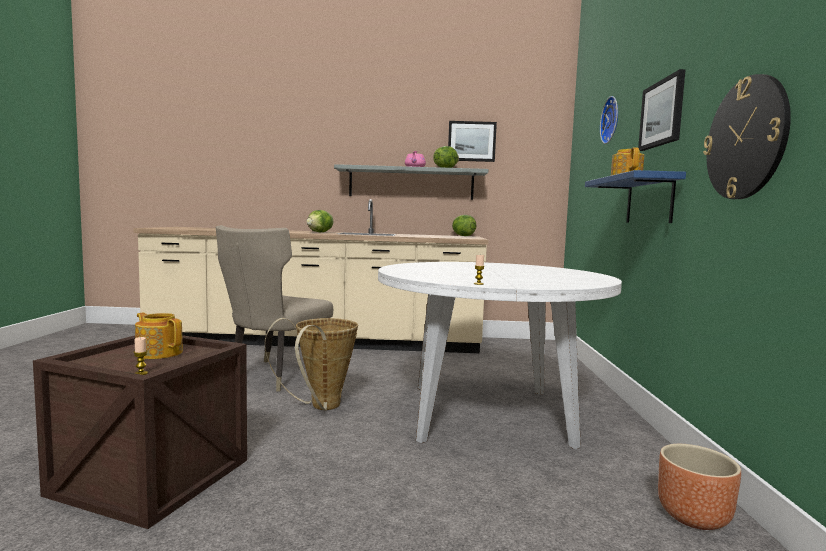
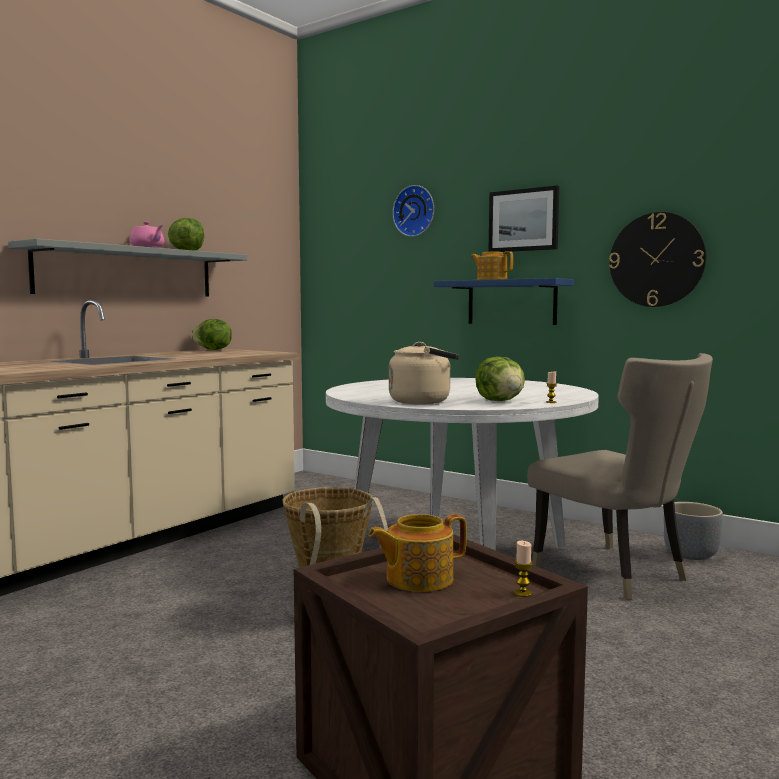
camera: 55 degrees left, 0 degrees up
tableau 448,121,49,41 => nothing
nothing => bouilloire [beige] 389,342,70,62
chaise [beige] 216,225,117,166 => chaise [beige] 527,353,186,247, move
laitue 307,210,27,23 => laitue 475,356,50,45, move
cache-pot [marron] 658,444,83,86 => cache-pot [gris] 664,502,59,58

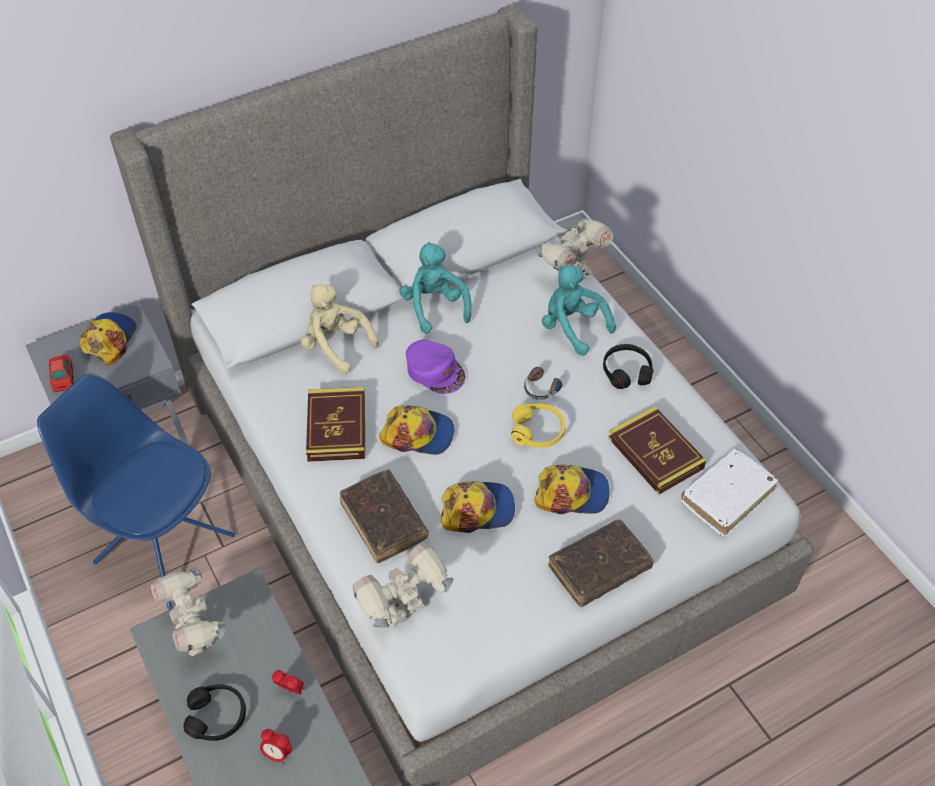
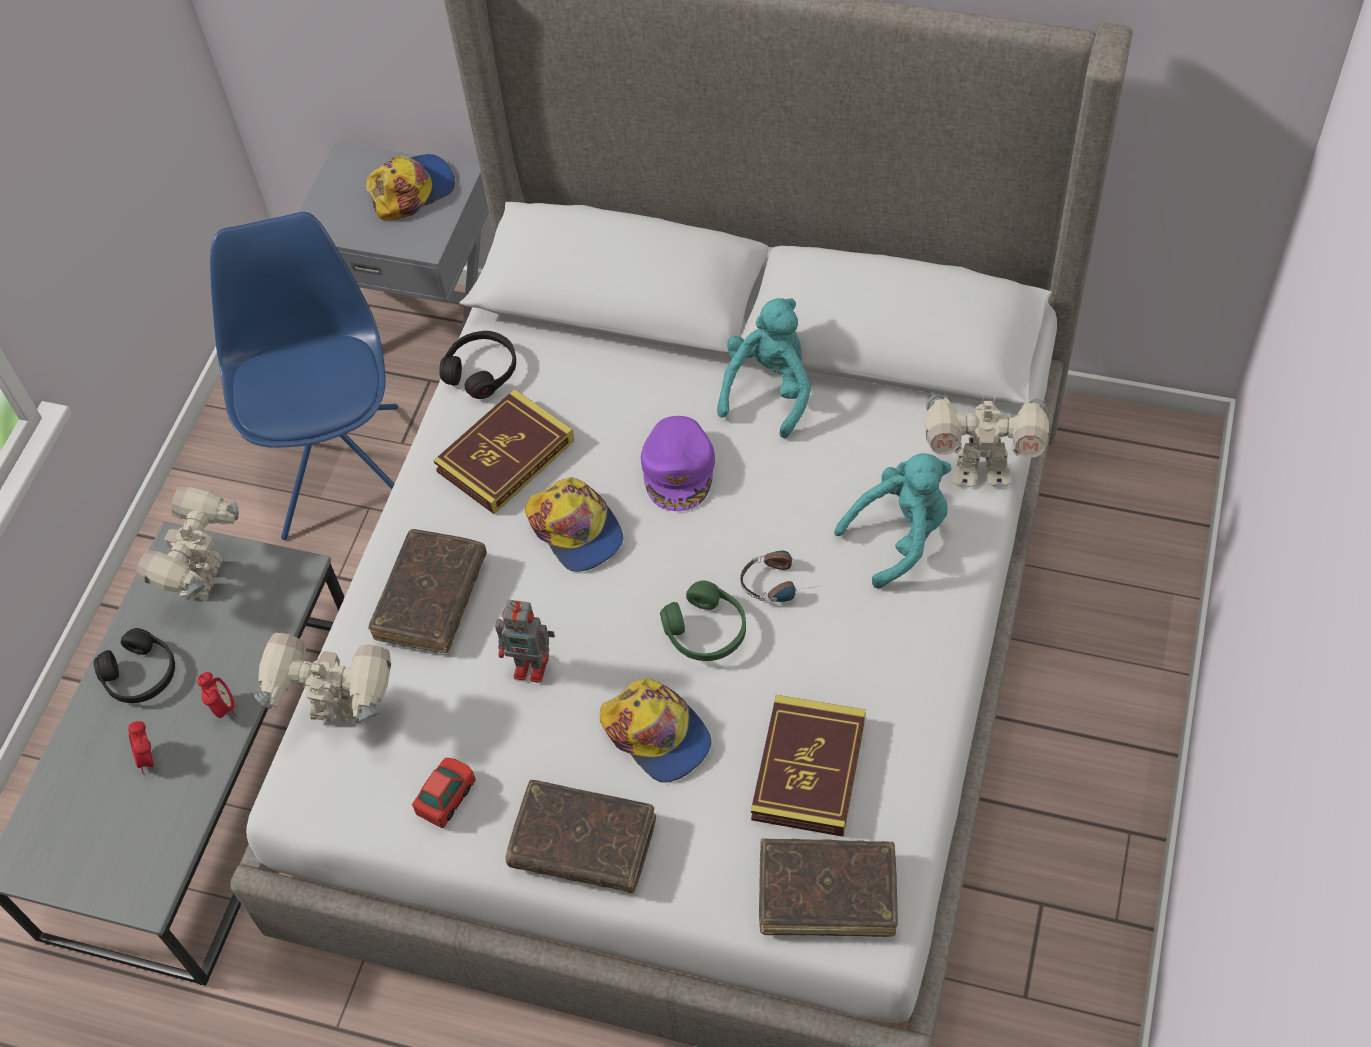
camera: 50 degrees right, 5 degrees up
peluche [beige] 301,284,78,90 => nothing
petite voiture 49,355,25,37 => petite voiture 412,758,64,70, move
casque audio [noir] 603,344,50,45 => casque audio [noir] 439,331,77,68, move
casquette 441,481,74,52 => robot jouet 495,600,60,83
casque audio [jaune] 511,404,55,44 => casque audio [vert] 660,580,86,81
livre [blanc] 681,449,97,87 => livre [marron] 759,838,139,99
peluche [turquoise] 542,265,74,91 => peluche [turquoise] 834,453,118,135, 60 degrees clockwise

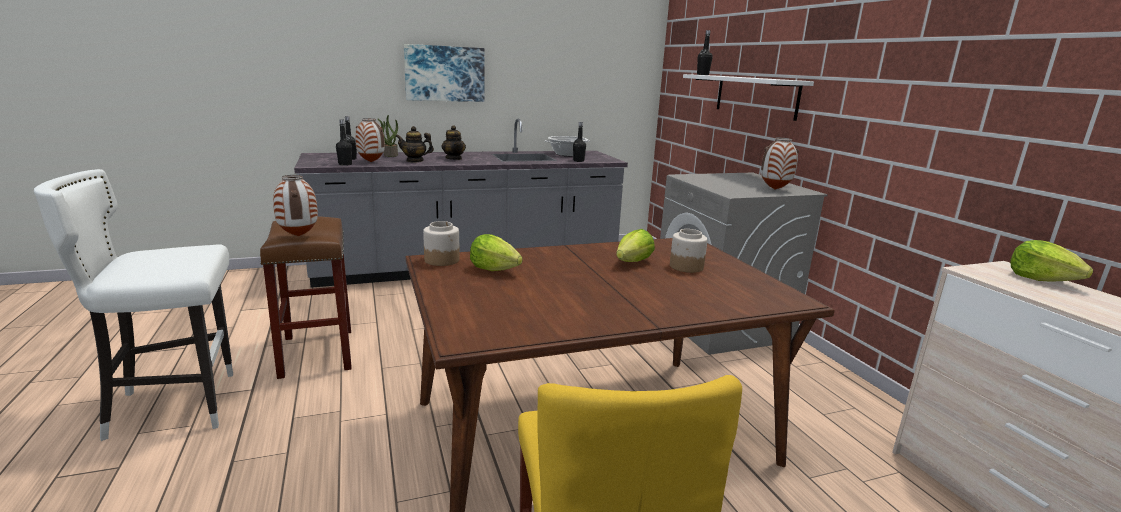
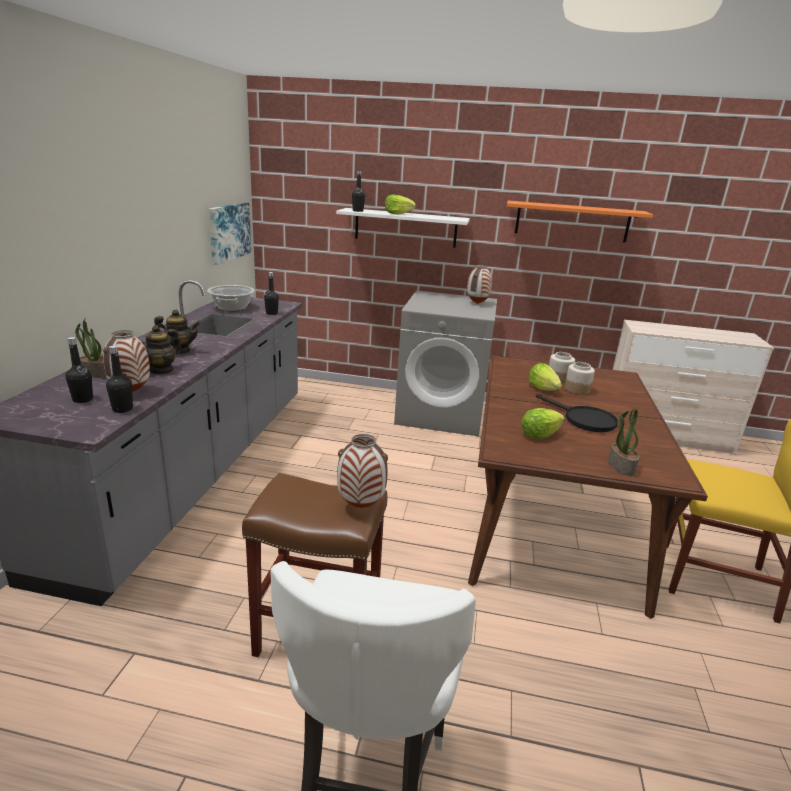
camera: 60 degrees left, 5 degrees up
nothing => étagère [orange] 507,201,146,42
nothing => poêle [noir] 536,393,82,39
nothing => plante en pot 608,407,31,69
tableau 404,44,81,58 => tableau 209,203,42,62, move
bocal 423,221,37,45 => bocal 565,362,30,33, move
laitue 1010,240,83,41 => laitue 385,195,31,19, move

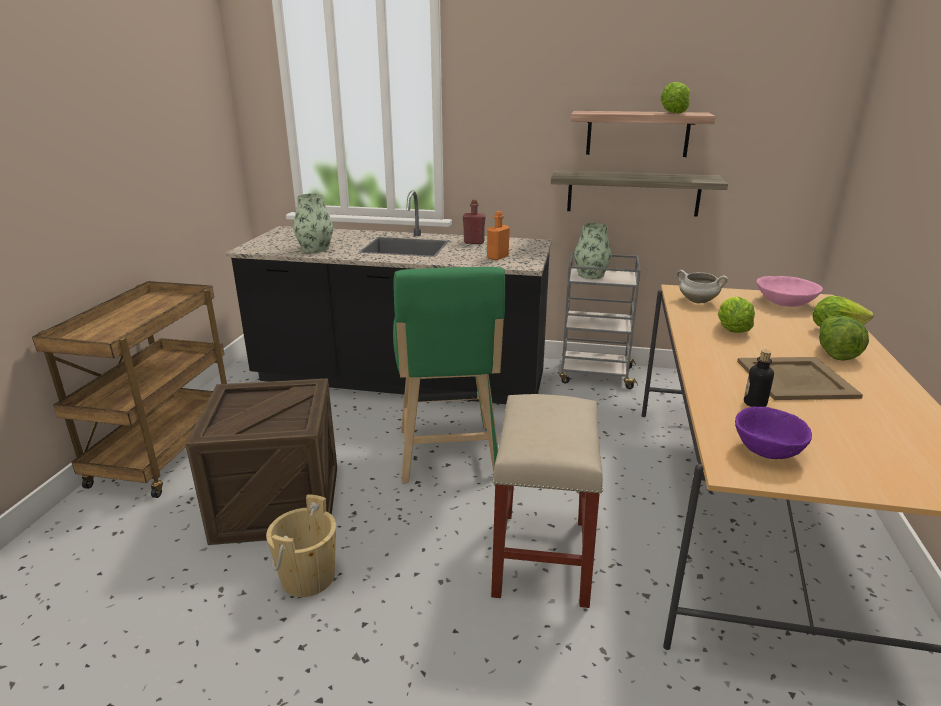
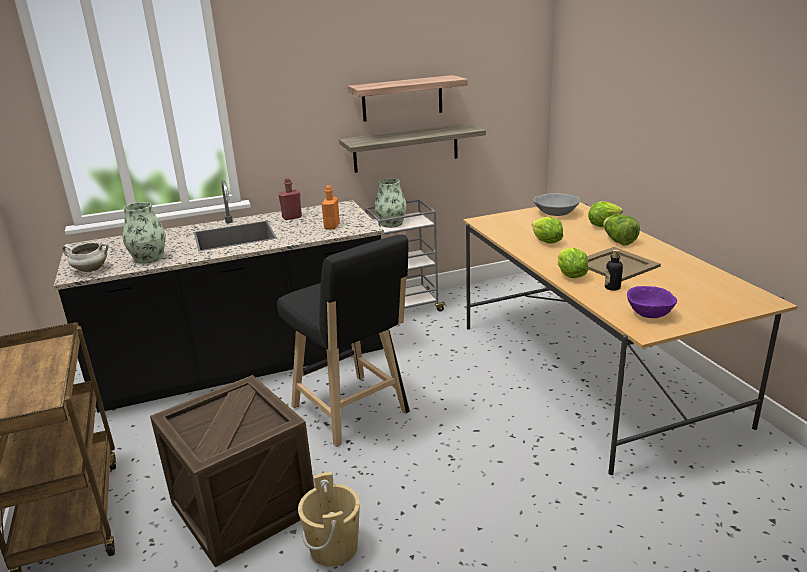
camera: 30 degrees left, 0 degrees up
tabouret [beige] 491,394,112,214 => nothing
laitue 661,82,29,32 => laitue 558,247,30,31, move
marmite [blanc] 676,270,52,34 => marmite [blanc] 62,242,47,30, move
tabouret [vert] 393,267,112,216 => tabouret [noir] 277,235,133,212
bol [rose] 757,276,66,31 => bol [gris] 533,193,47,23

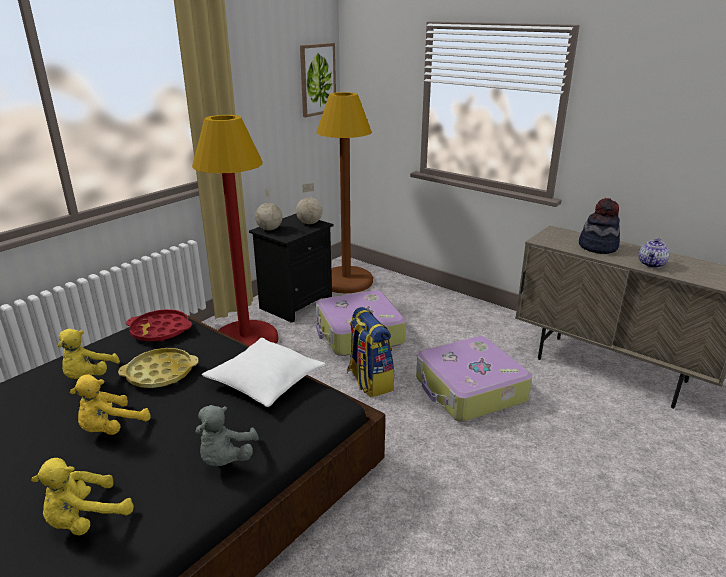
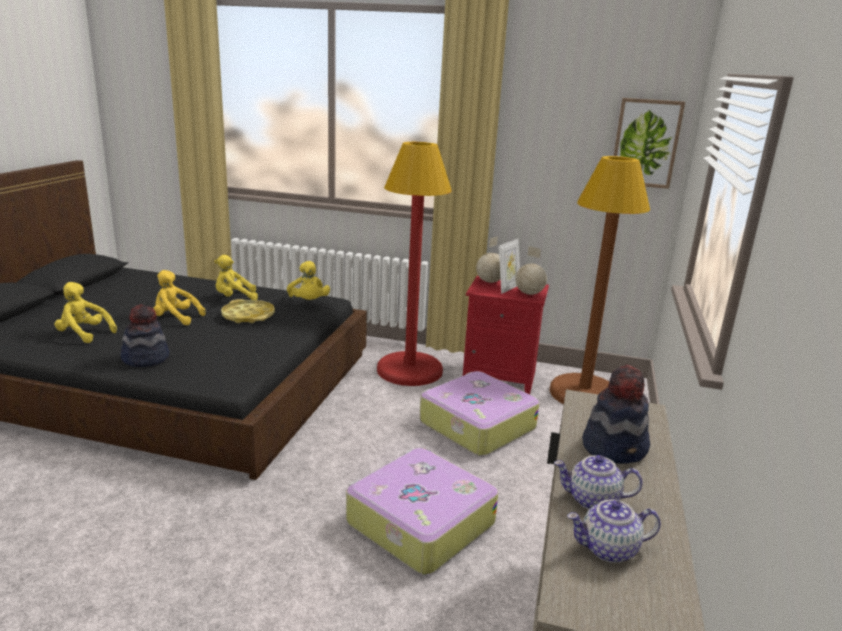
camera: 65 degrees right, 5 degrees down
coussin [blanc] 202,338,124,69 => nothing
sac à dos 347,307,47,90 => nothing
nothing => cadre photo 499,239,21,55
nothing => théière 567,500,94,63
plateau [rouge] 126,309,66,32 => peluche [jaune] 287,261,43,39
peluche [gris] 195,405,64,61 => chapeau 121,304,48,63
table de chevet [noir] 249,214,84,109 => table de chevet [rouge] 463,276,86,118

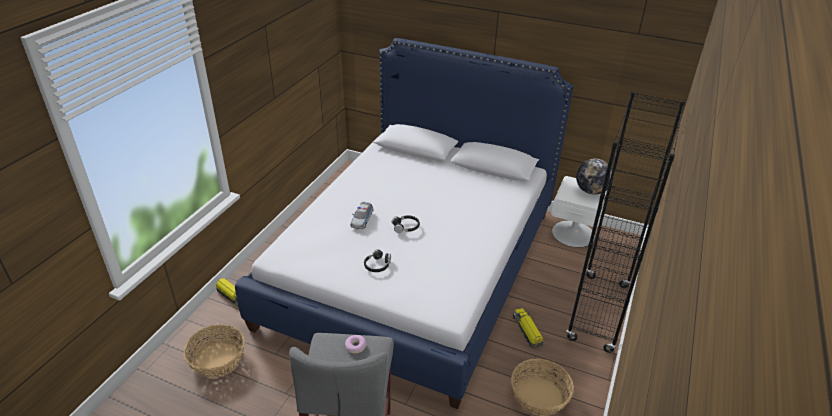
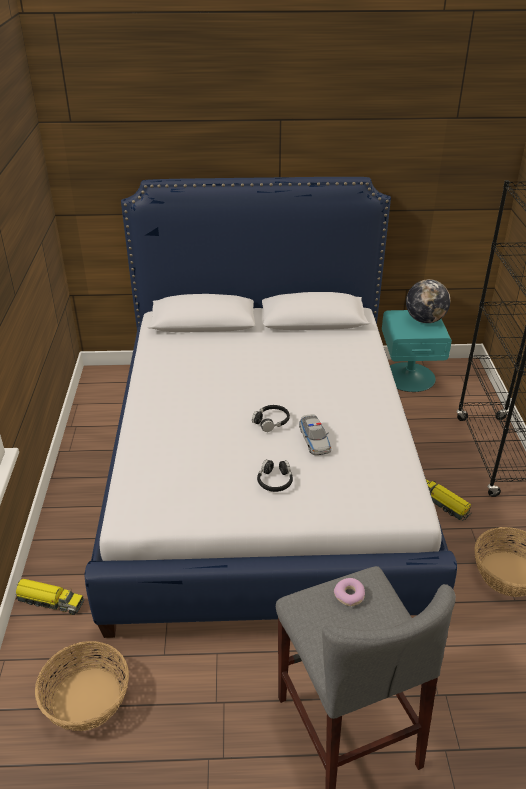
camera: 25 degrees left, 0 degrees up
petite voiture 350,202,23,27 => petite voiture 299,414,32,41, move
table de chevet [blanc] 551,176,56,71 => table de chevet [turquoise] 382,310,70,82

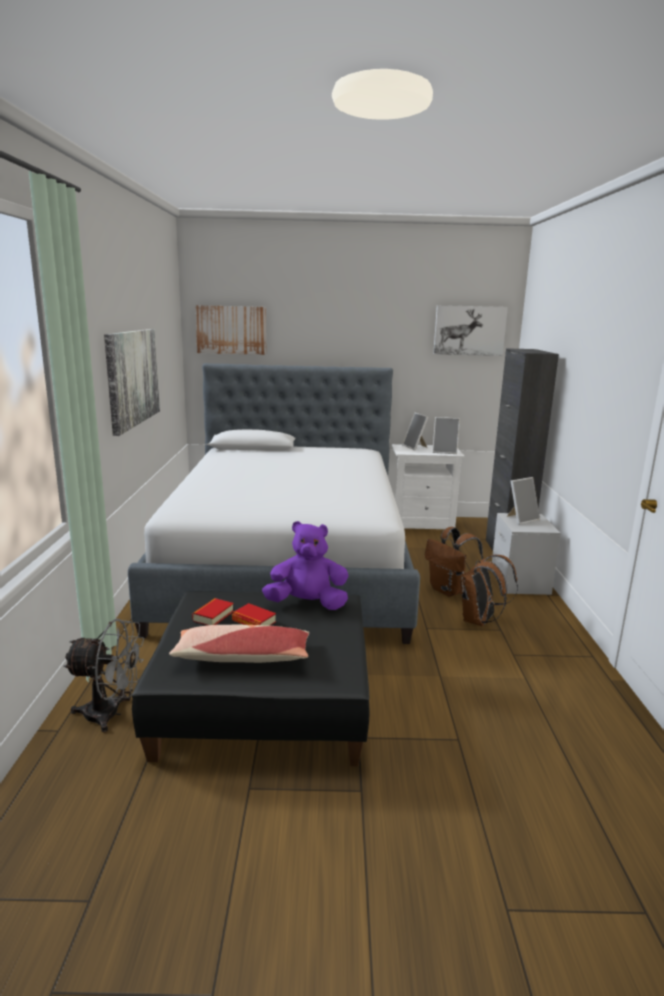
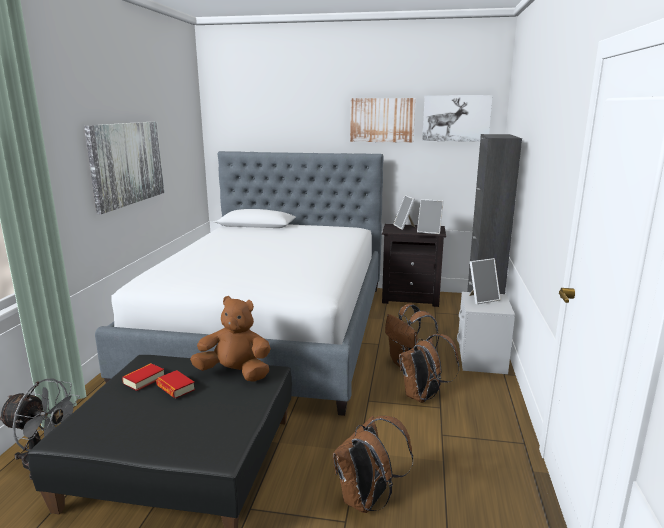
camera: 10 degrees right, 0 degrees up
coussin 169,625,140,38 => nothing
nothing => sac à dos [marron] 333,416,80,97
tableau 195,305,71,50 => tableau 350,98,65,45, move
peluche [violet] 262,521,86,89 => peluche [marron] 190,296,81,86
table de chevet [blanc] 392,444,73,85 => table de chevet [noir] 382,224,64,83

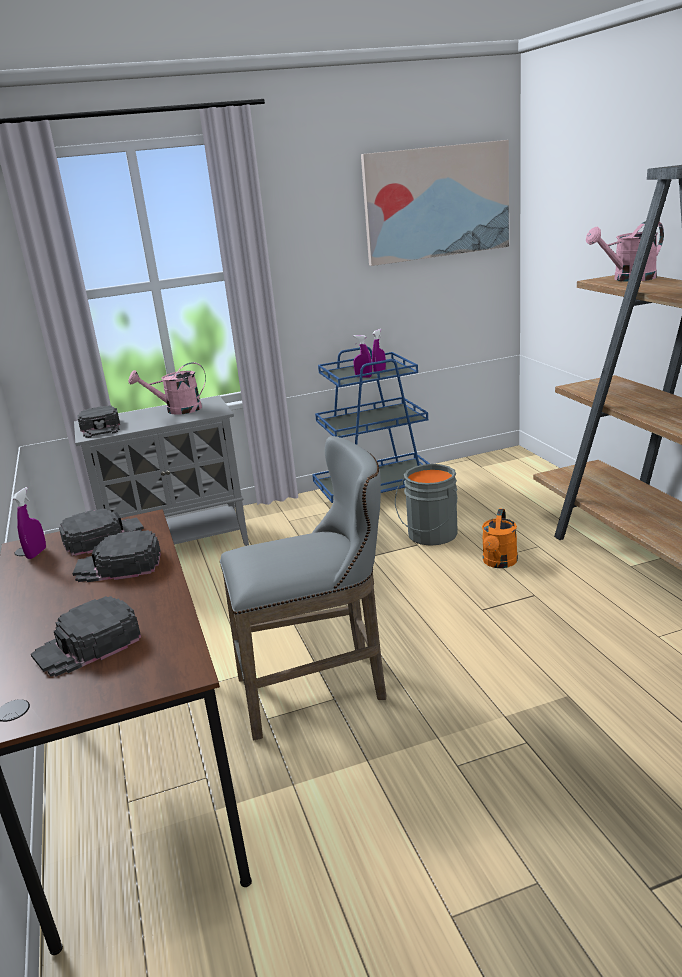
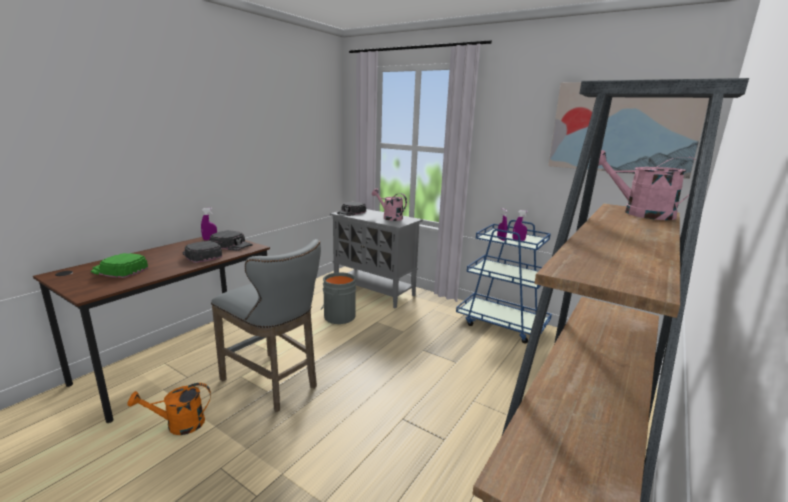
camera: 50 degrees right, 5 degrees down
seau [gris] 395,464,63,82 => seau [gris] 321,272,35,52, move
arrosoir [orange] 482,508,36,60 => arrosoir [orange] 127,383,84,52, move
casquette [noir] 31,596,110,81 => casquette [vert] 91,253,57,25

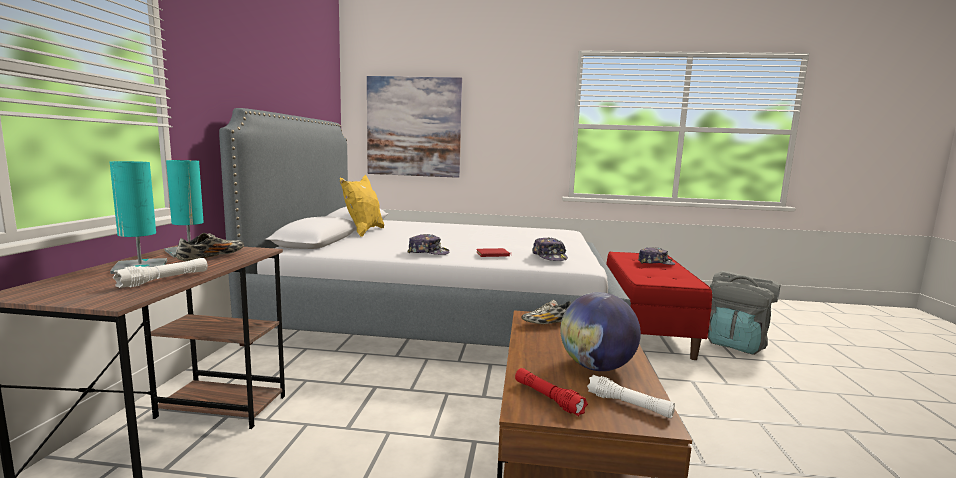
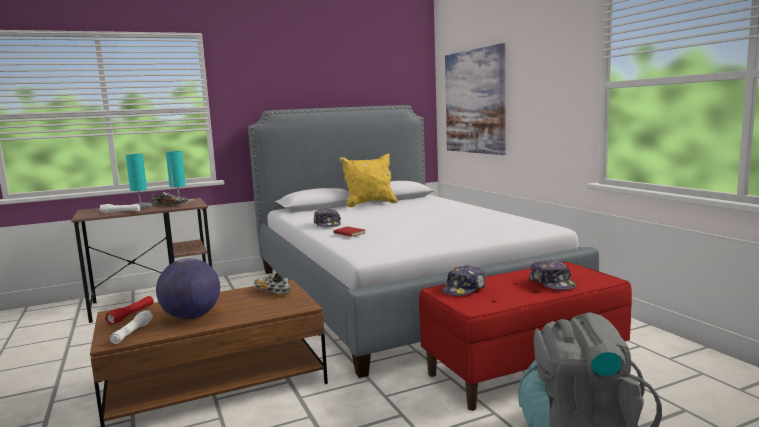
camera: 60 degrees right, 0 degrees up
casquette 532,237,36,24 => casquette 442,265,44,31, move

